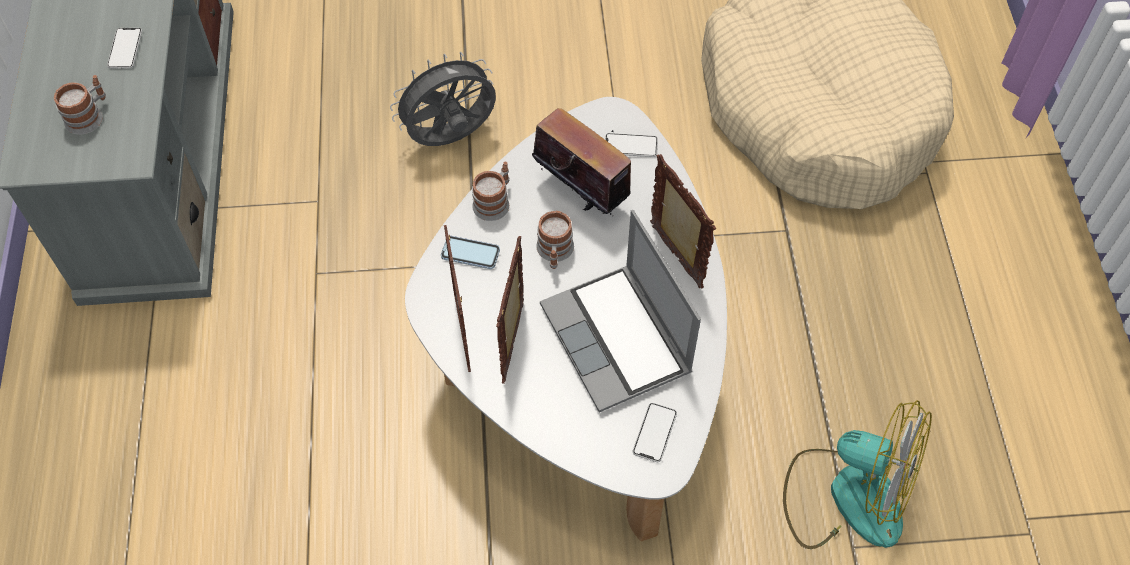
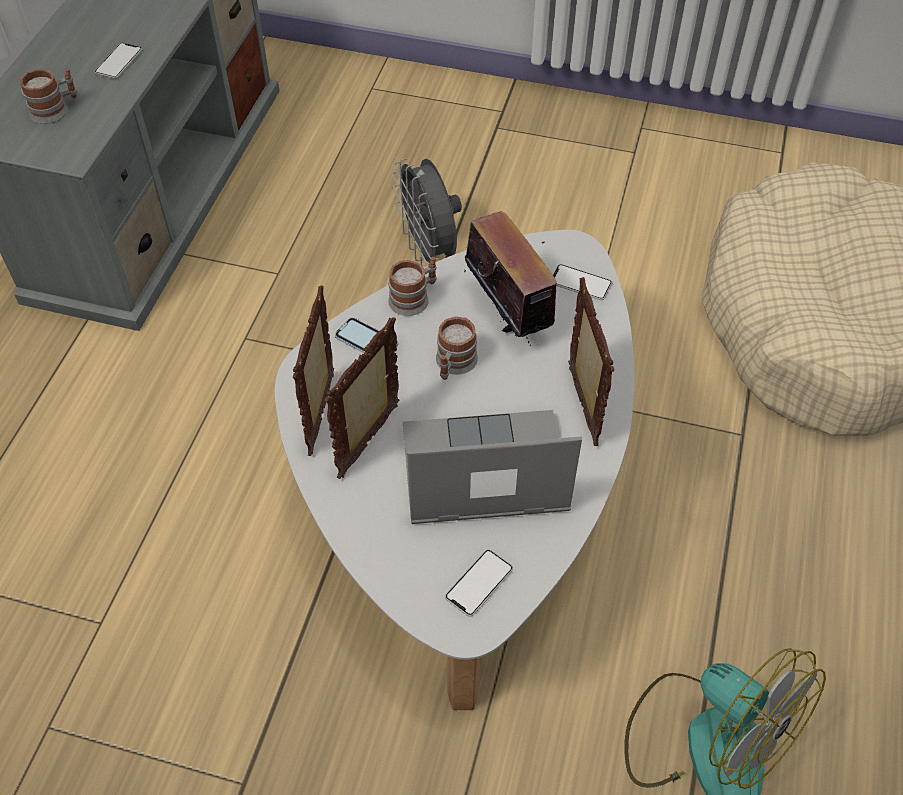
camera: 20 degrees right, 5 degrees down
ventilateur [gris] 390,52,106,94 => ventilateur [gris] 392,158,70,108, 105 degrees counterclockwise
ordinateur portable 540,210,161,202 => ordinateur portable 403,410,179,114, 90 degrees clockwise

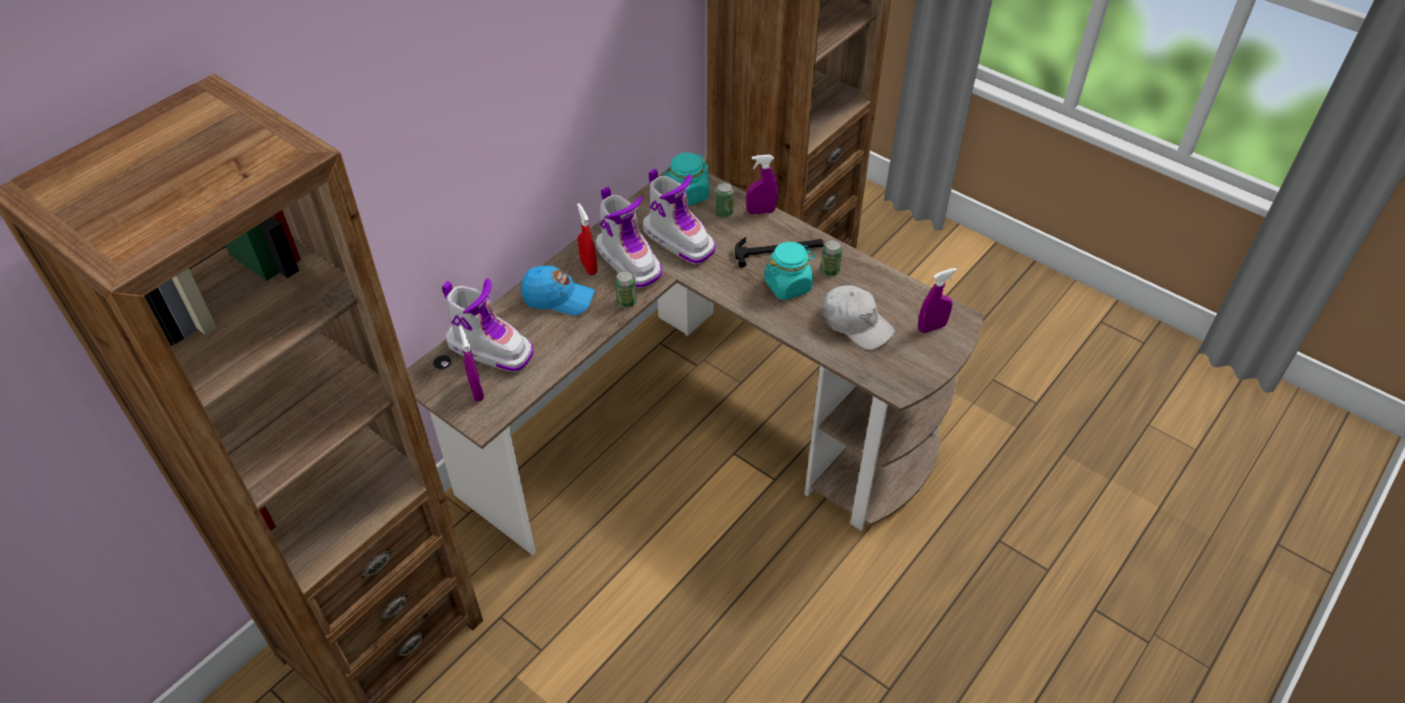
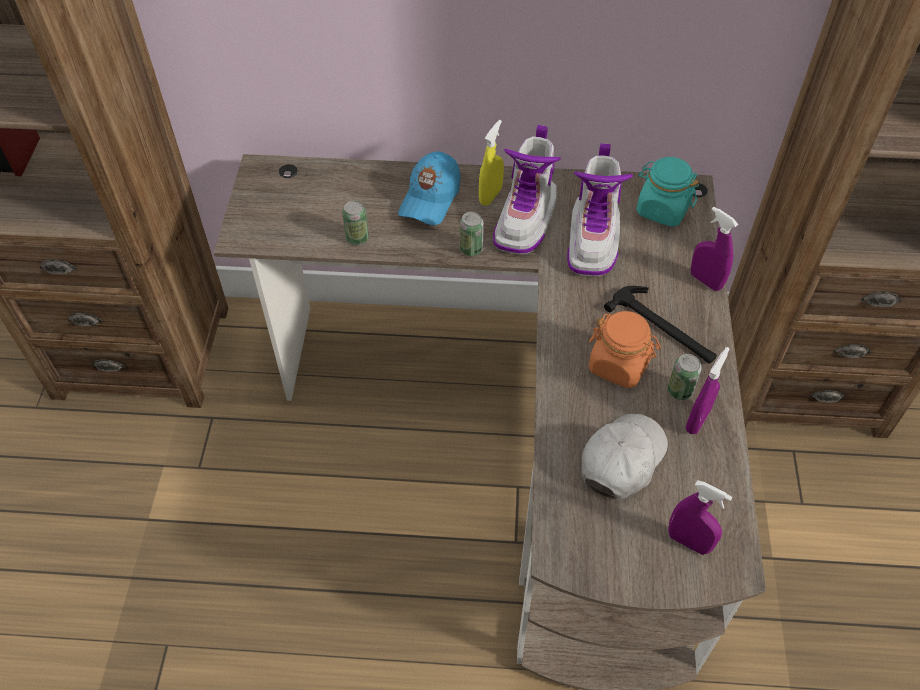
camera: 55 degrees right, 5 degrees up
botte 442,278,92,94 => nothing
vaporisateur [violet] 459,326,25,75 => vaporisateur [violet] 685,347,45,87, move
boîte métallique 715,182,19,36 => boîte métallique 342,201,27,44, move
vaporisateur [rouge] 577,203,20,72 => vaporisateur [jaune] 479,120,25,86
bocal [turquoise] 765,242,50,58 => bocal [orange] 589,311,72,77
casquette [bleu] 521,266,74,50 => casquette [bleu] 398,151,63,74, 45 degrees clockwise
casquette [blanc] 822,285,73,65 => casquette [blanc] 582,414,86,86, 150 degrees counterclockwise

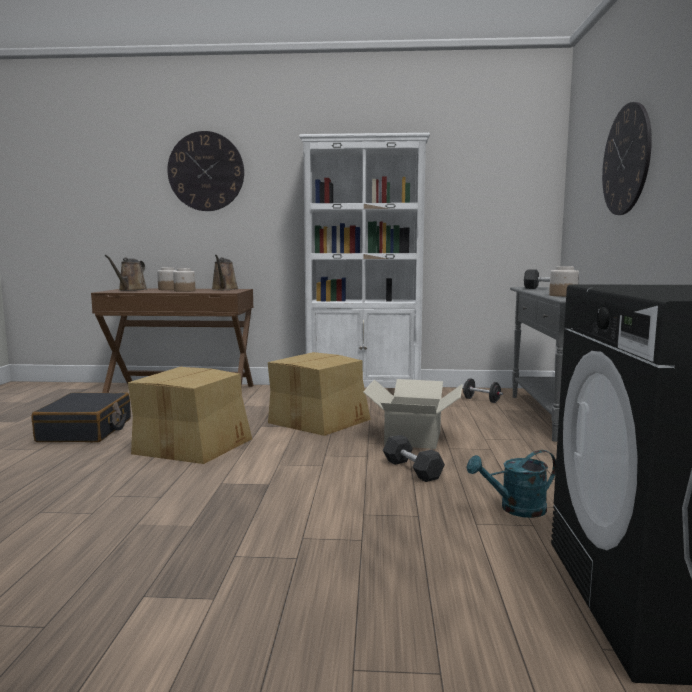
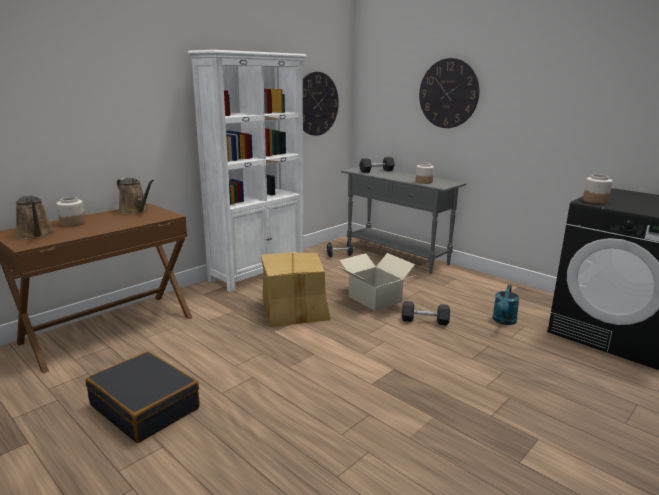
camera: 50 degrees left, 10 degrees up
carton 128,367,124,97 => nothing
horloge murale 167,131,77,80 => horloge murale 303,72,36,64, move
bocal 173,268,22,24 => bocal 583,174,30,30, move

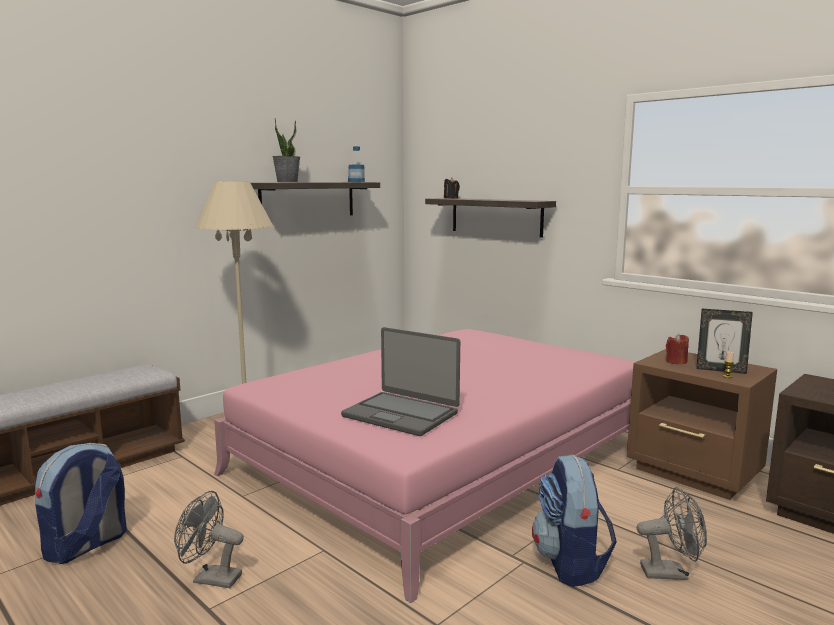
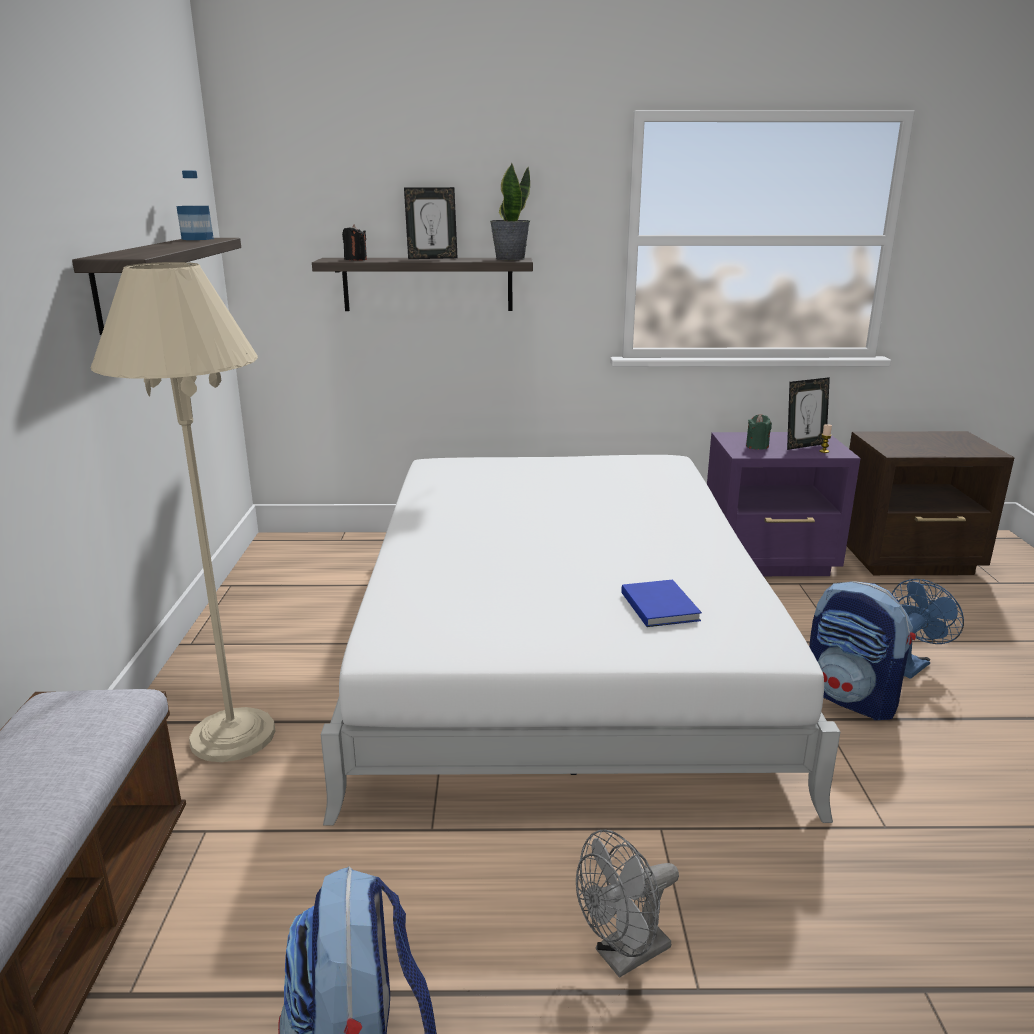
camera: 45 degrees left, 10 degrees up
nothing => cadre photo 404,187,54,72
plante en pot 272,118,28,64 => plante en pot 490,163,40,97, move
ordinateur portable 341,327,119,109 => livre [bleu] 621,580,81,47
lit [rose] 214,329,421,274 => lit [blanc] 321,455,519,371
table de chevet [marron] 627,349,150,151 => table de chevet [violet] 707,432,154,144
ventilateur [gris] 637,487,70,93 => ventilateur [bleu] 892,579,72,100
bougie [rouge] 666,334,23,31 => bougie [vert] 746,414,26,36

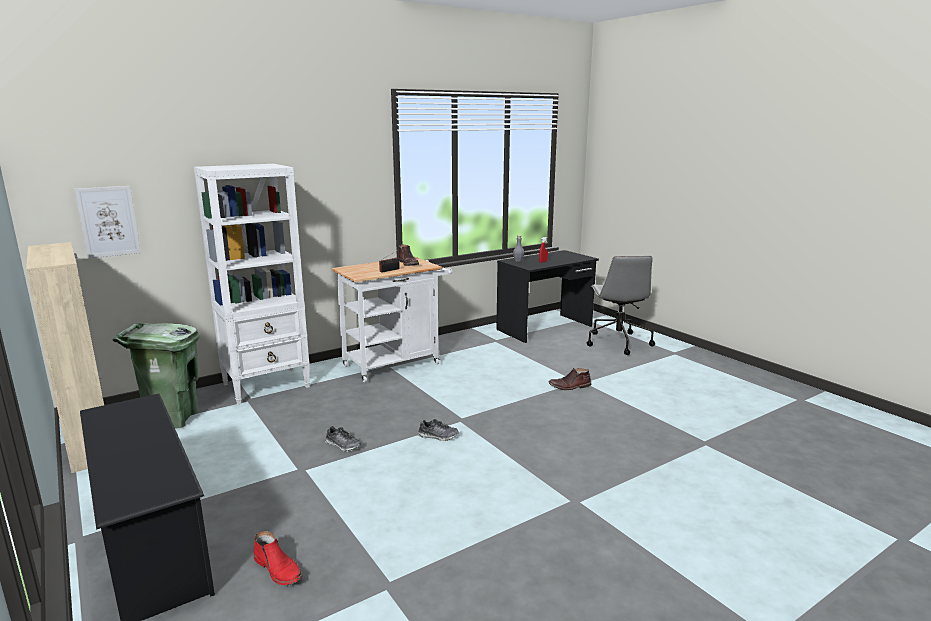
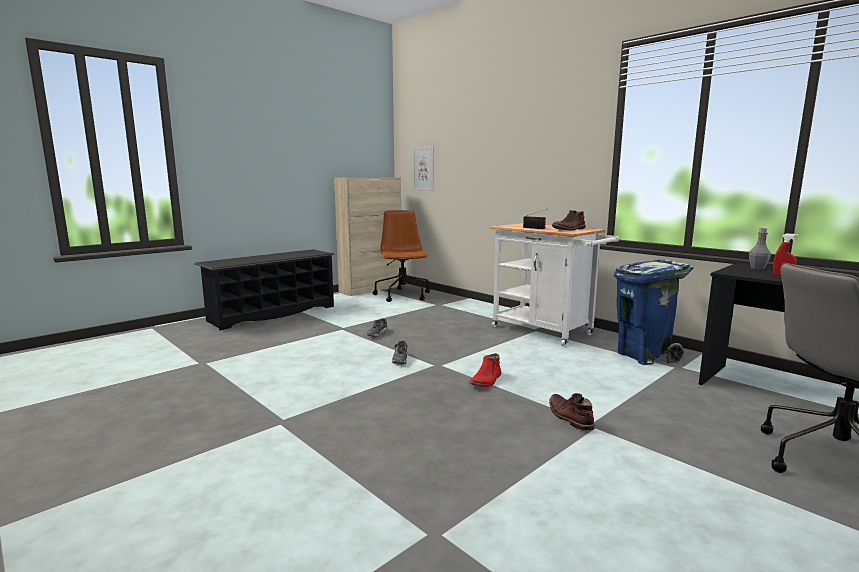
camera: 80 degrees right, 5 degrees down
bibliothèque [blanc] 194,164,116,240 => nothing
nothing => poubelle [bleu] 614,260,79,105
botte [rouge] 254,531,48,54 => botte [rouge] 469,353,32,34, move
poubelle [vert] 113,323,87,106 => chaise de bureau [marron] 373,210,57,92

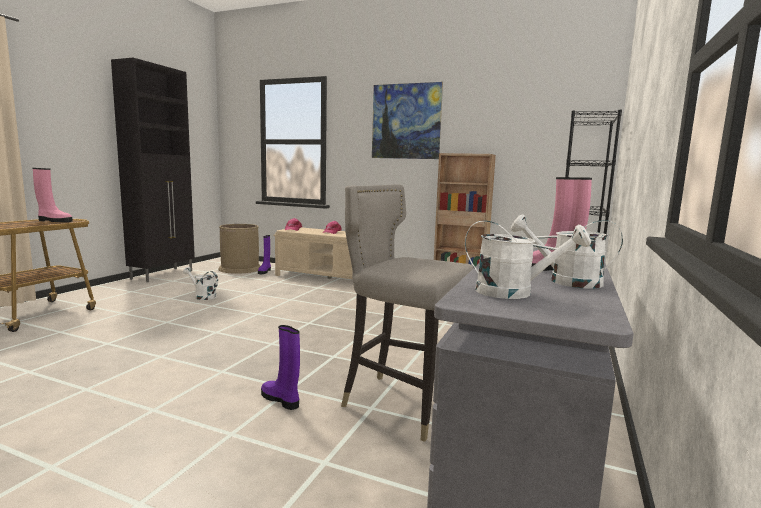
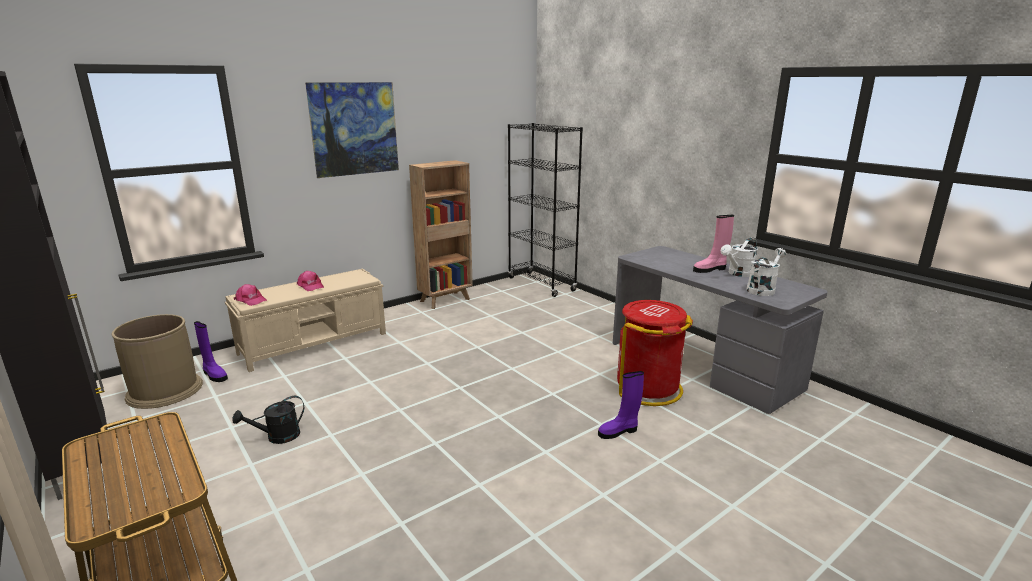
camera: 60 degrees left, 10 degrees up
botte [rose] 33,168,40,54 => nothing
tabouret [gris] 341,185,133,257 => poubelle [rouge] 617,300,76,106
arrosoir [blanc] 183,267,35,33 => arrosoir [noir] 232,396,72,48

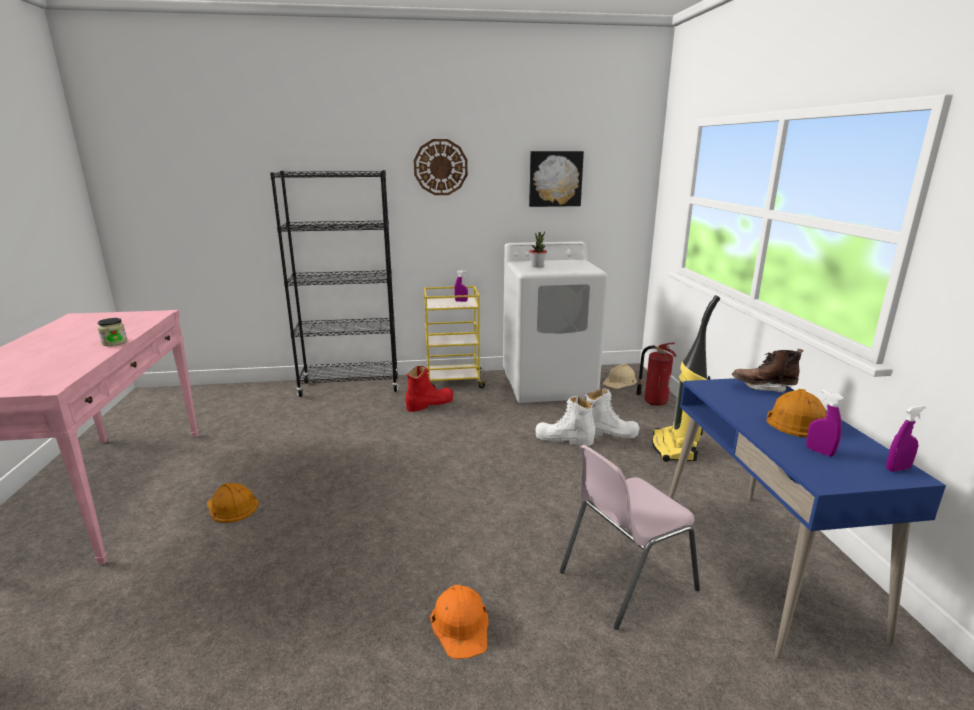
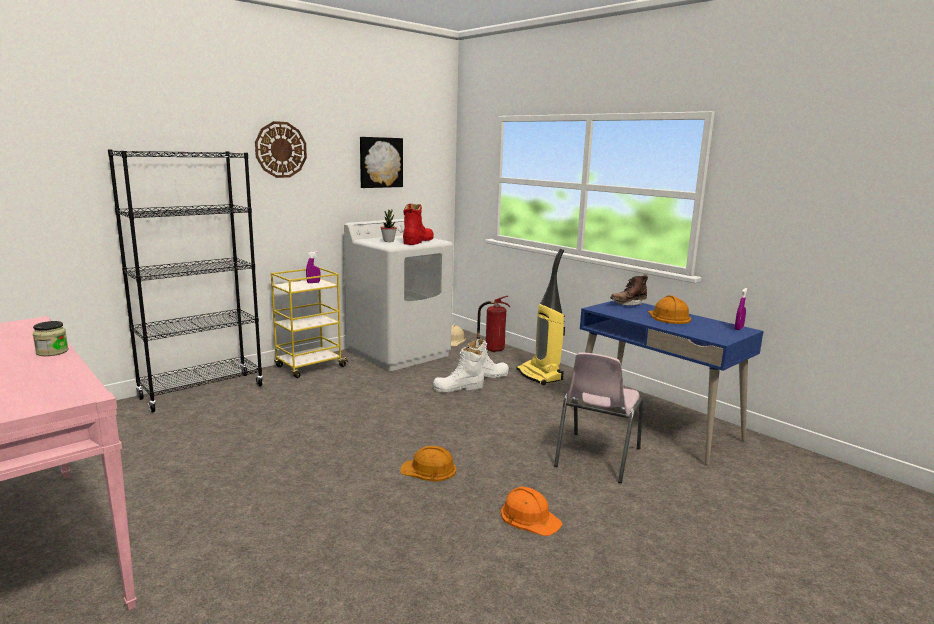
camera: 35 degrees left, 5 degrees down
vaporisateur [violet] 806,389,38,68 => nothing
casque de chantier [orange] 207,483,51,40 => casque de chantier [orange] 400,446,56,36, move
botte [rouge] 405,366,48,46 => botte [rouge] 403,204,31,41, move

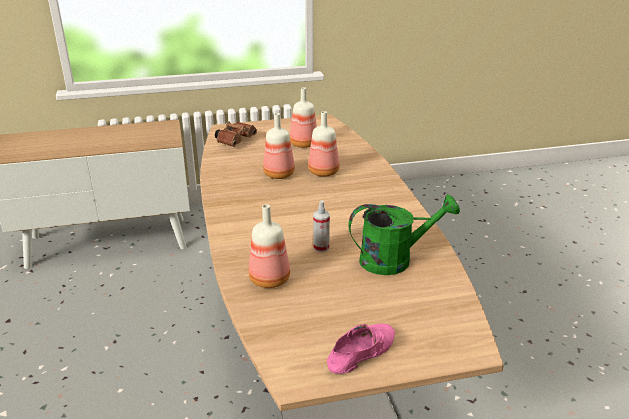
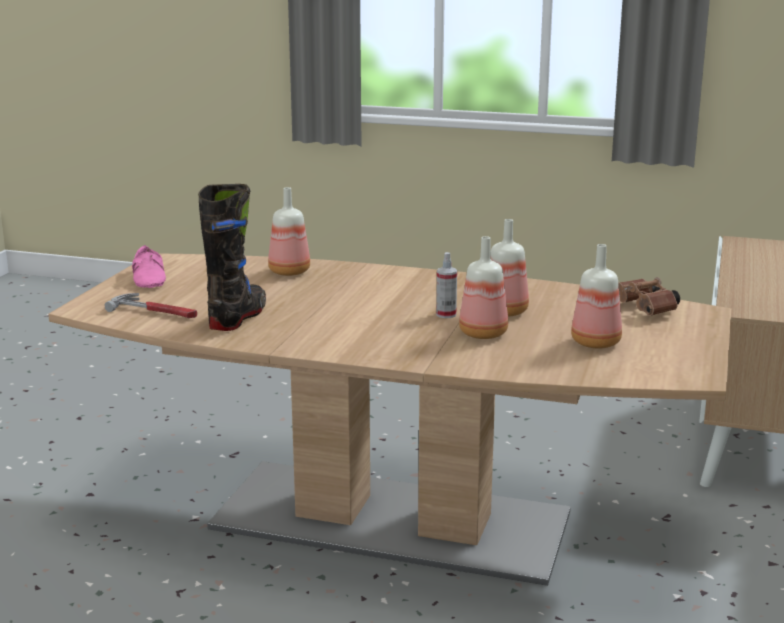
camera: 120 degrees right, 10 degrees down
nothing => marteau 104,293,93,25
vaporisateur 313,200,17,52 => vaporisateur 436,252,21,66, move
arrosoir [vert] 348,195,112,80 => botte [noir] 198,184,68,147

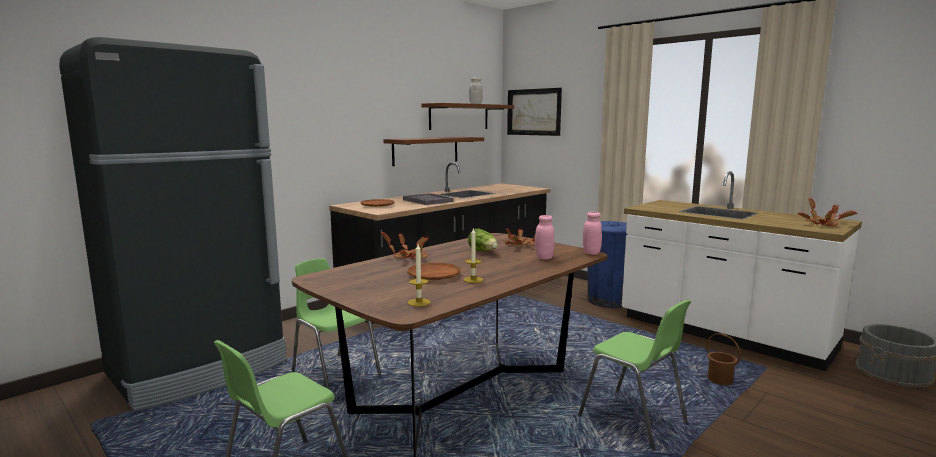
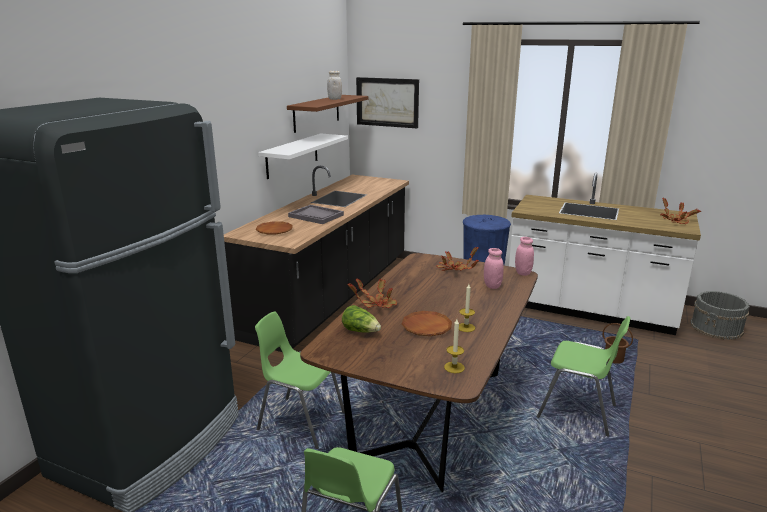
camera: 20 degrees left, 10 degrees up
laitue 468,229,30,22 => laitue 342,305,39,28, move
étagère [marron] 383,137,101,29 => étagère [blanc] 258,133,90,46

